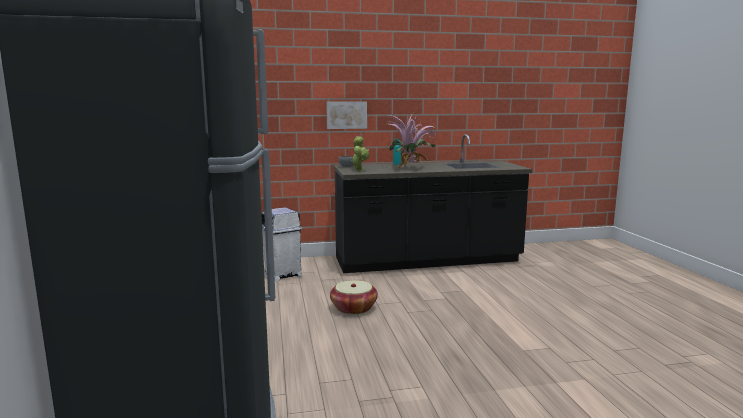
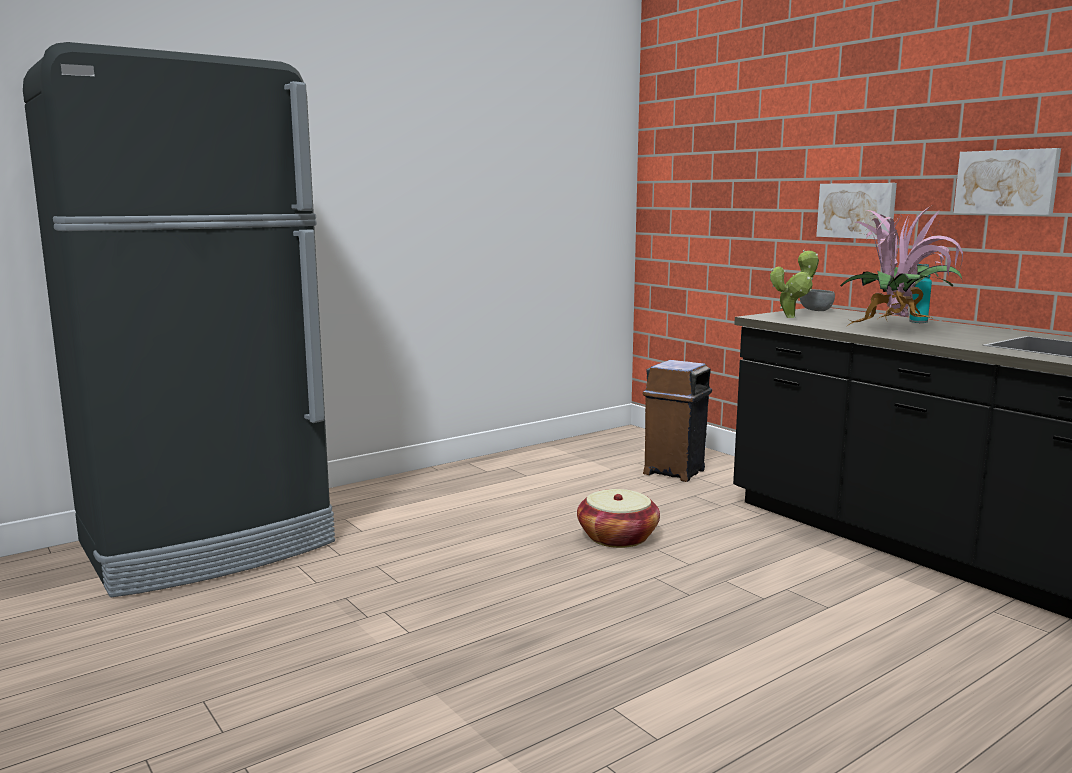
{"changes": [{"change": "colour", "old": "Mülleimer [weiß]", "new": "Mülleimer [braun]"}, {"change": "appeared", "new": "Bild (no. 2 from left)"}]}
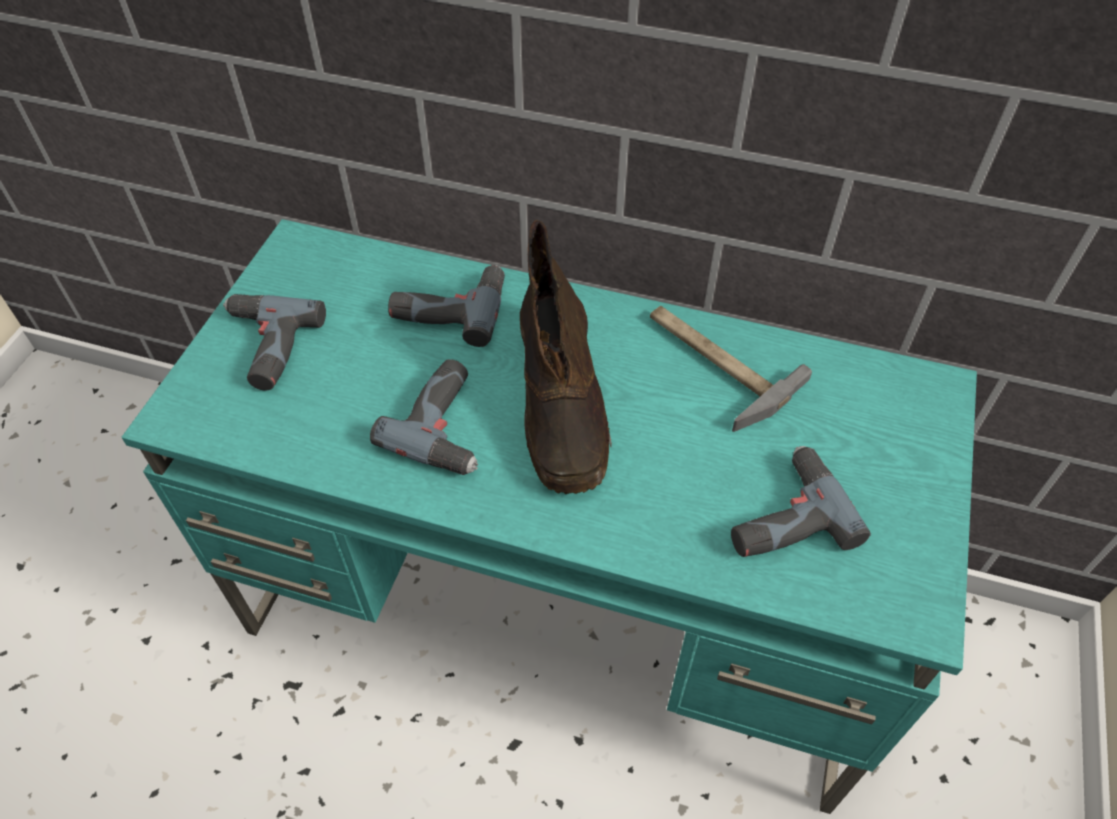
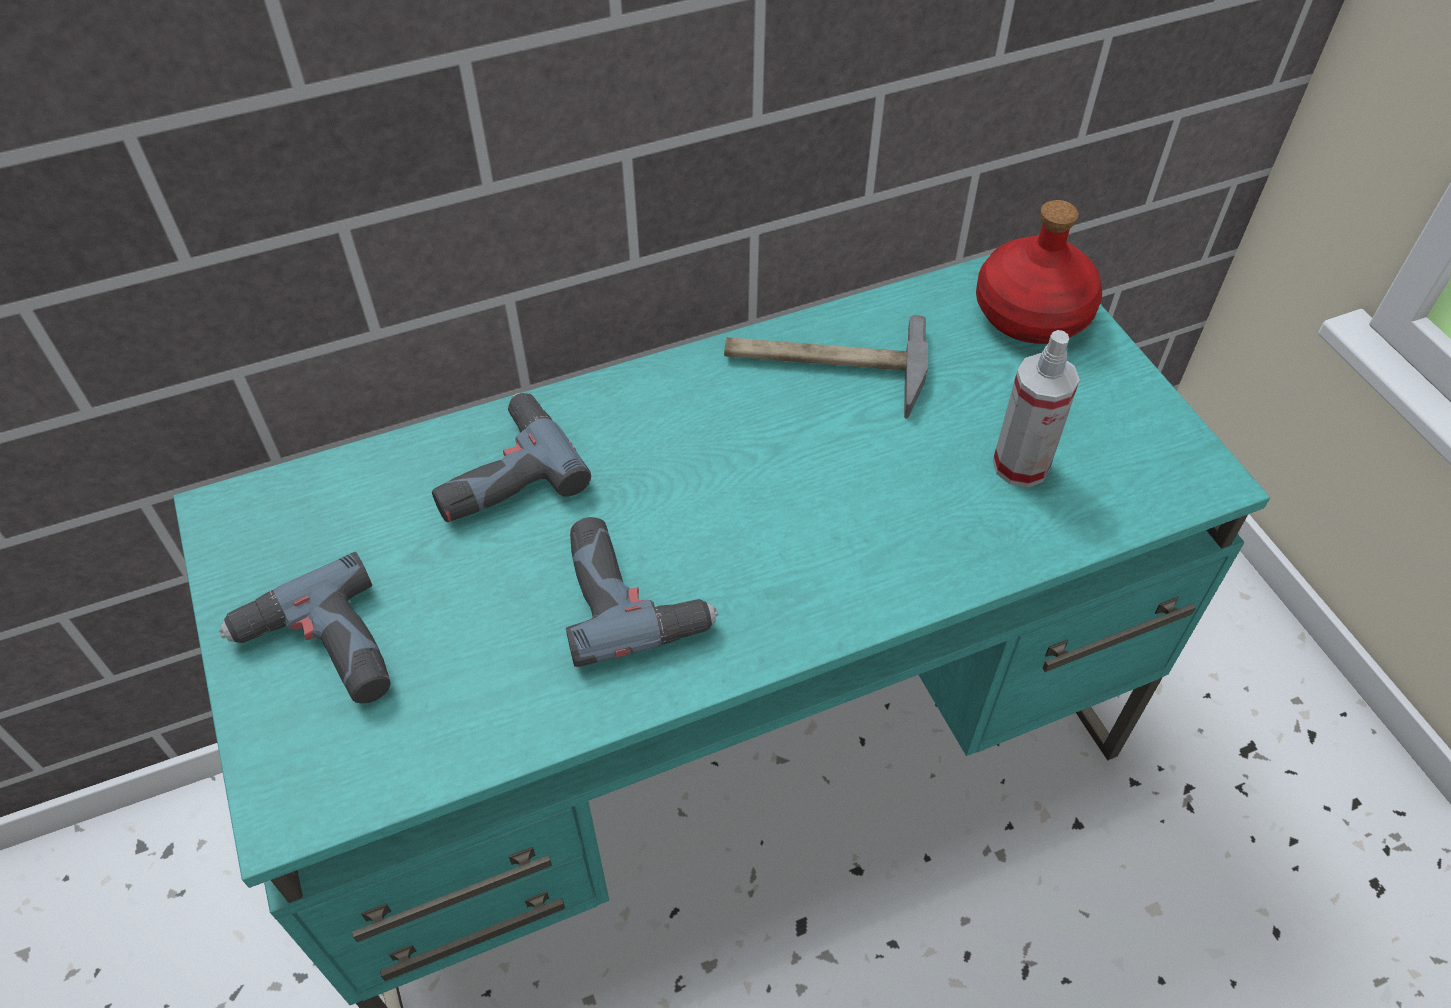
{"changes": [{"change": "appeared", "new": "Flasche [rot]"}, {"change": "exchanged", "old": "Bohrmaschine (no. 4 from left)", "new": "Sprühflasche"}, {"change": "missing", "old": "Stiefel [braun]"}]}
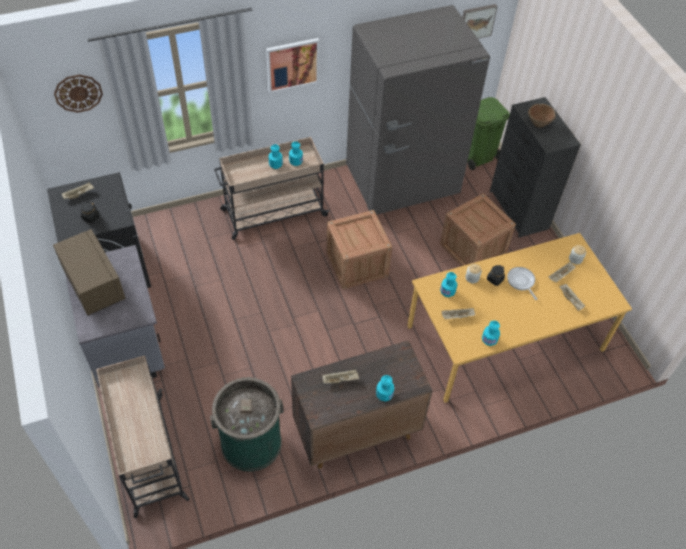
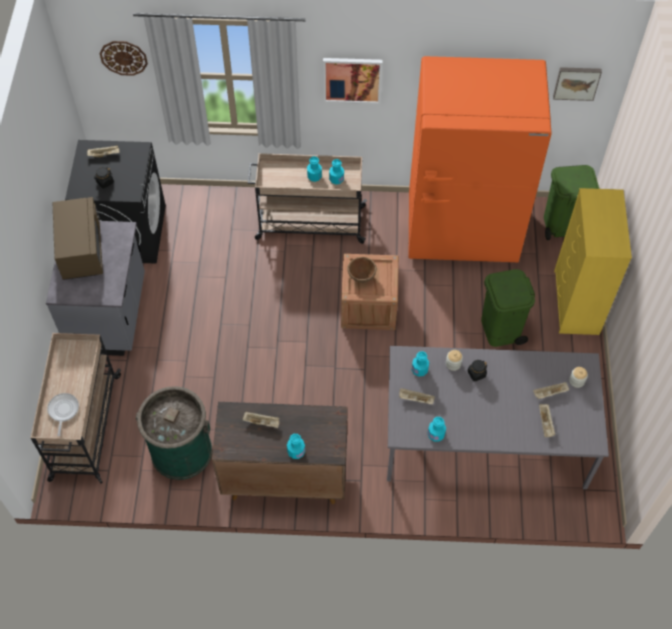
{"changes": [{"change": "relocated", "old": "Pfanne"}, {"change": "relocated", "old": "Schüssel [braun]"}, {"change": "colour", "old": "Esstisch [orange]", "new": "Esstisch [grau]"}, {"change": "colour", "old": "Kühlschrank [grau]", "new": "Kühlschrank [orange]"}, {"change": "exchanged", "old": "Kiste (no. 2 from left)", "new": "Mülleimer [grün] (no. 2 from left)"}, {"change": "colour", "old": "Kommode [schwarz]", "new": "Kommode [gelb]"}]}
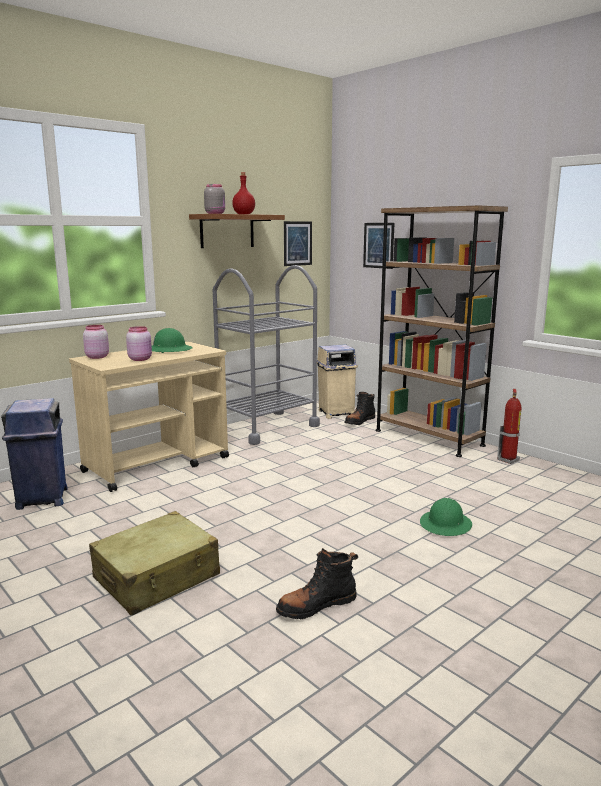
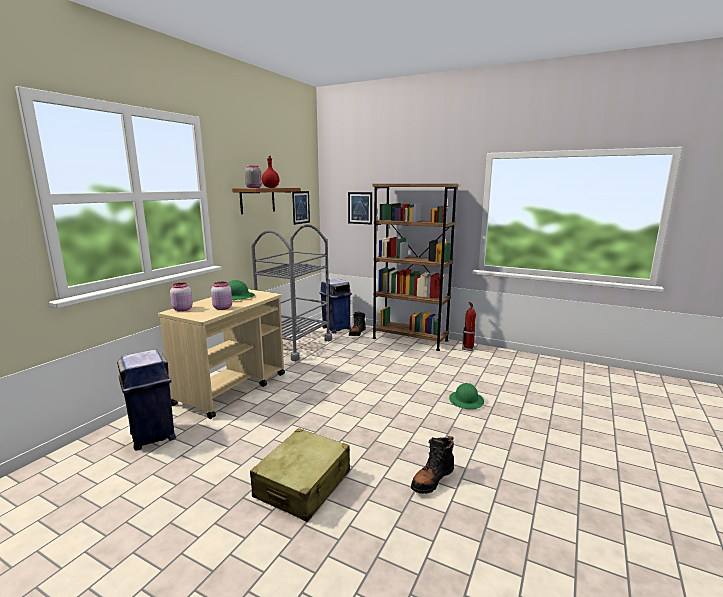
{"changes": [{"change": "colour", "old": "Mülleimer [beige]", "new": "Mülleimer [blau] (no. 2 from left)"}]}
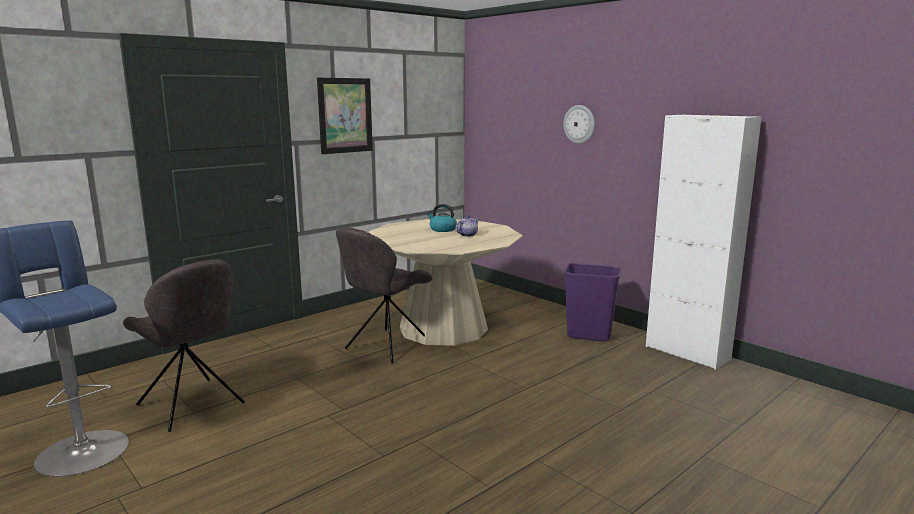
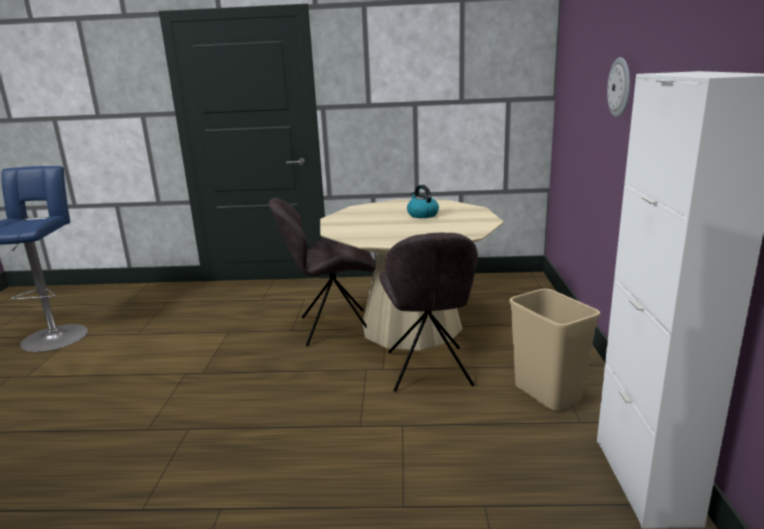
{"changes": [{"change": "relocated", "old": "Stuhl [grau] (no. 1 from left in the first image)", "new": "Stuhl [grau] (no. 2 from left)"}, {"change": "colour", "old": "Mülleimer [lila]", "new": "Mülleimer [beige]"}, {"change": "missing", "old": "Bild"}, {"change": "missing", "old": "Teekanne"}]}
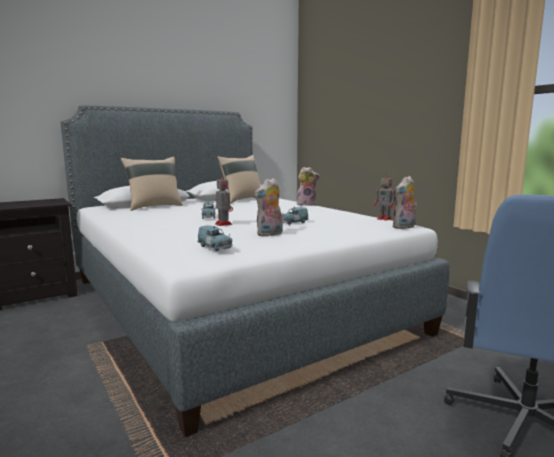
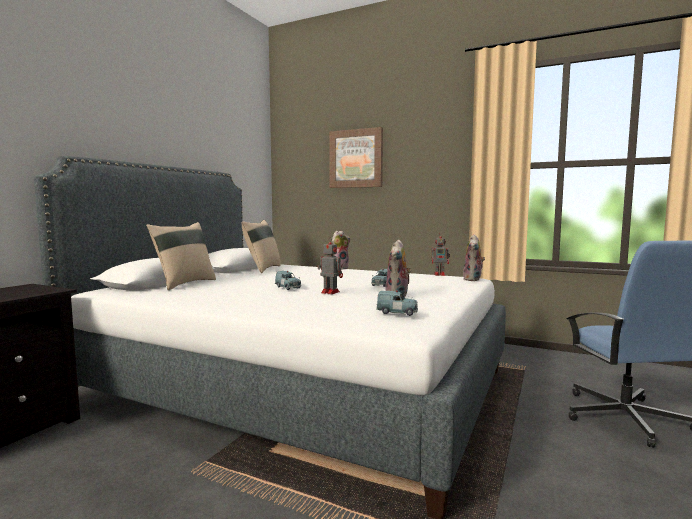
{"changes": [{"change": "appeared", "new": "Bild"}]}
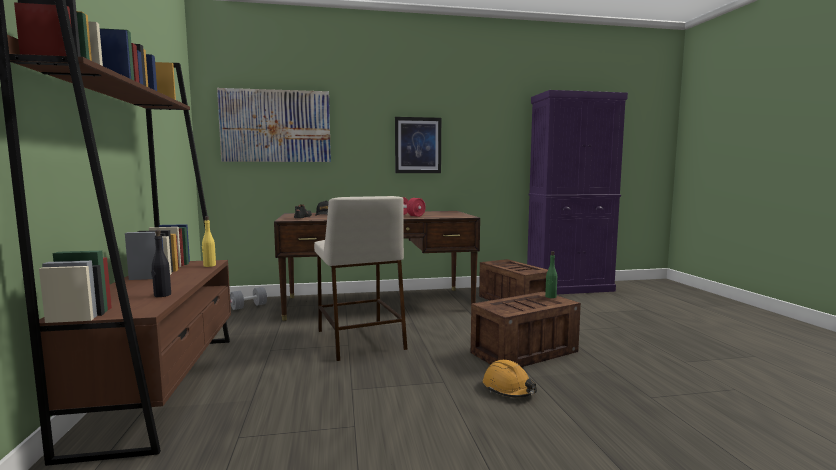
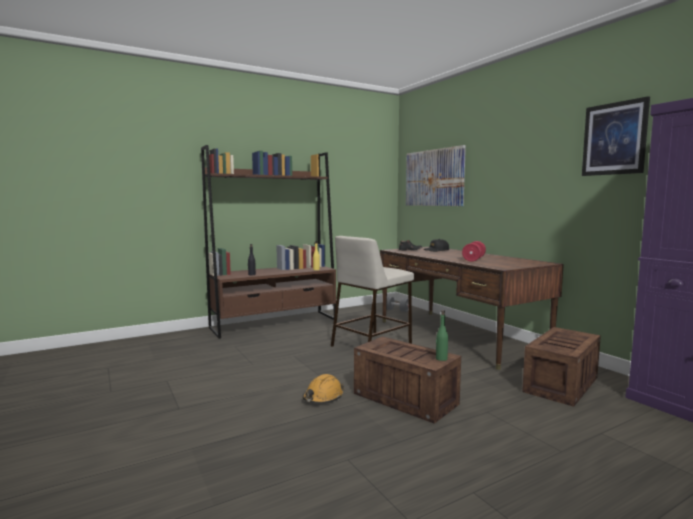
{"changes": [{"change": "relocated", "old": "Bild (no. 2 from left)"}]}
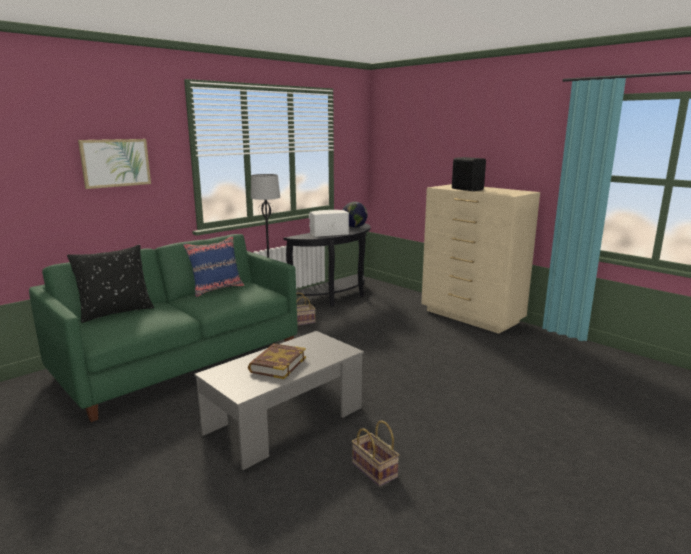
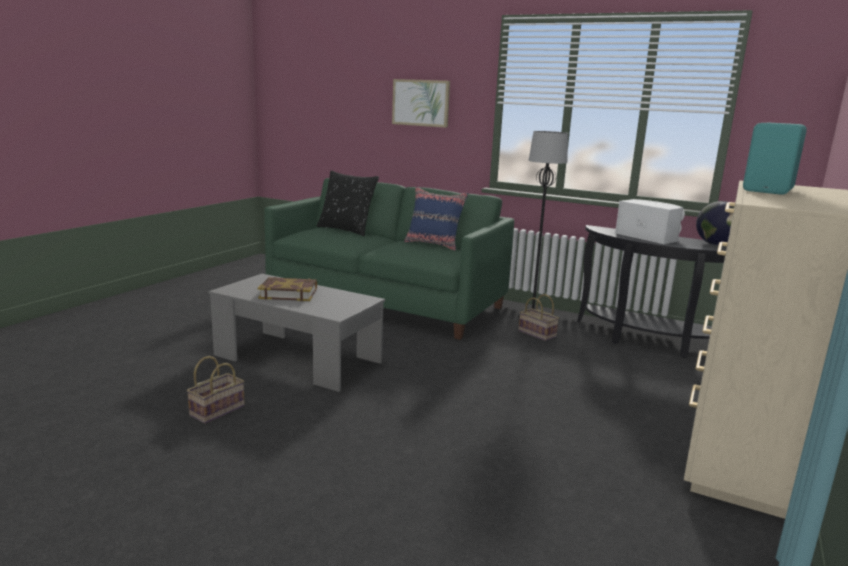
{"changes": [{"change": "colour", "old": "Lautsprecher [schwarz]", "new": "Lautsprecher [türkis]"}]}
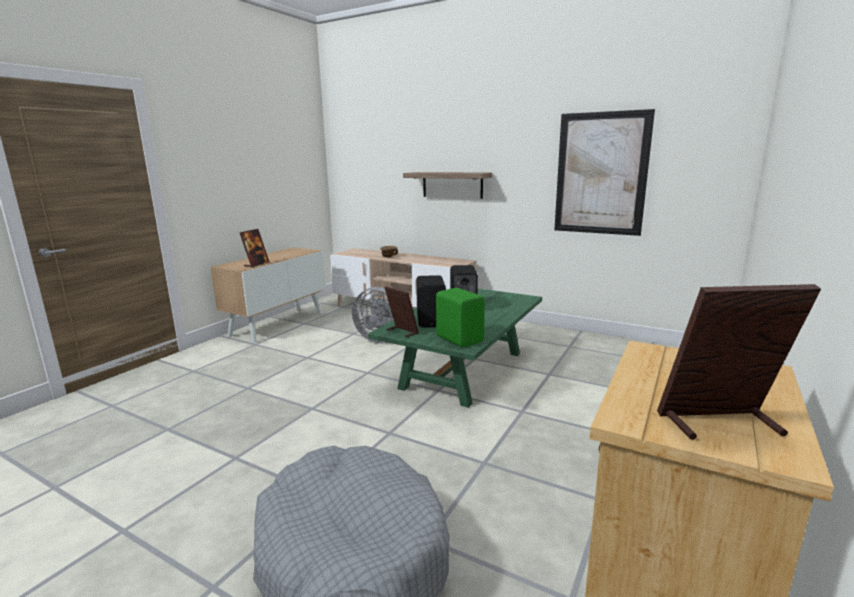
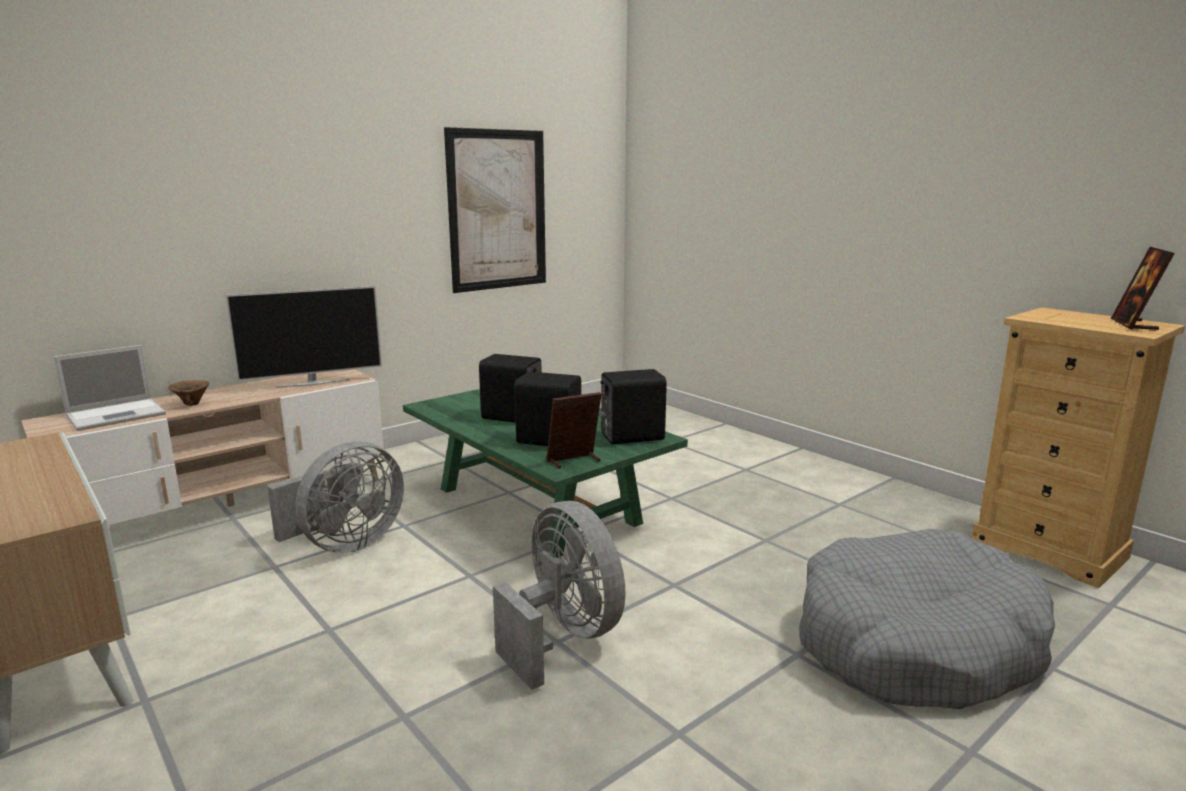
{"changes": [{"change": "appeared", "new": "Laptop"}, {"change": "appeared", "new": "Fernseher"}, {"change": "appeared", "new": "Ventilator [grau] (no. 2 from left)"}, {"change": "colour", "old": "Lautsprecher [grün]", "new": "Lautsprecher [schwarz] (no. 3 from left)"}, {"change": "missing", "old": "Bilderrahmen (no. 1 from left)"}, {"change": "missing", "old": "Wandregal"}]}
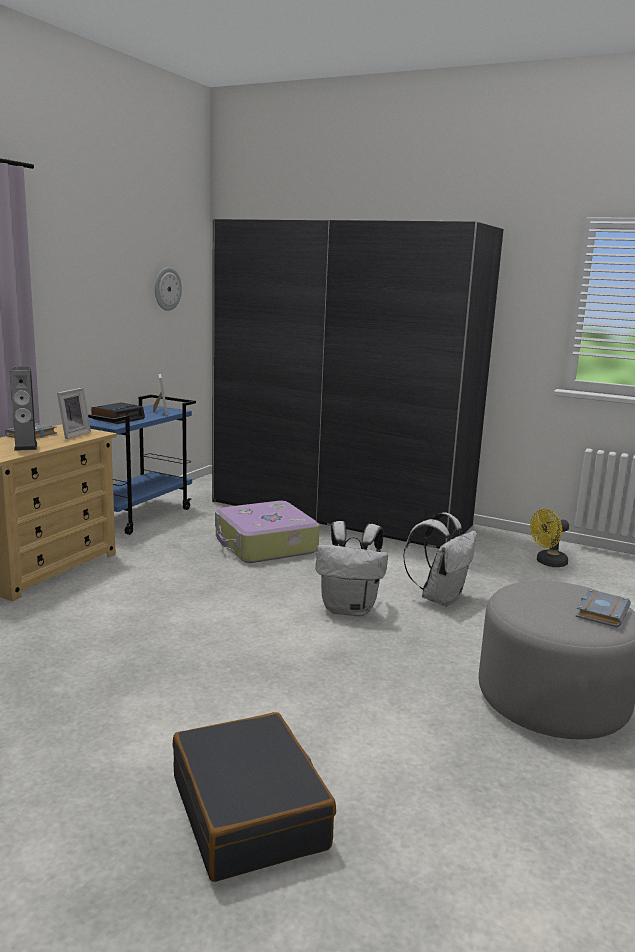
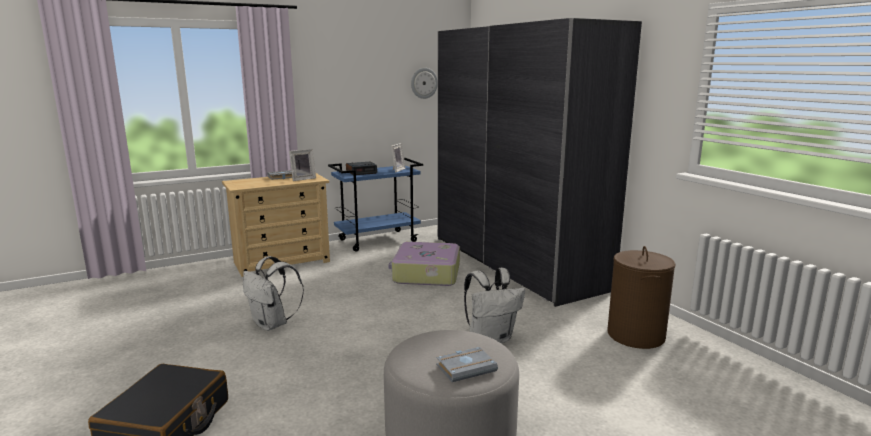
{"changes": [{"change": "relocated", "old": "Rucksack [weiß] (no. 1 from left)"}, {"change": "exchanged", "old": "Ventilator [gelb]", "new": "Wäschekorb [braun]"}, {"change": "missing", "old": "Lautsprecher"}]}
